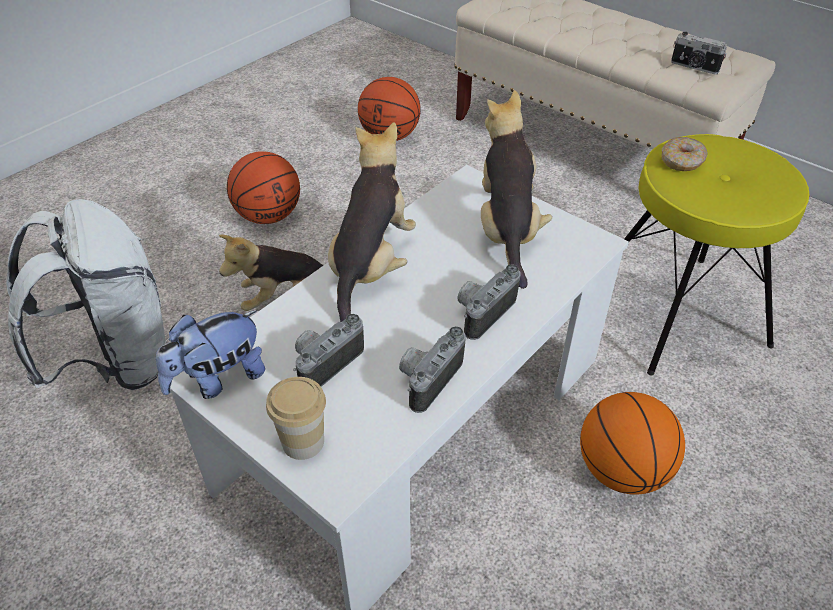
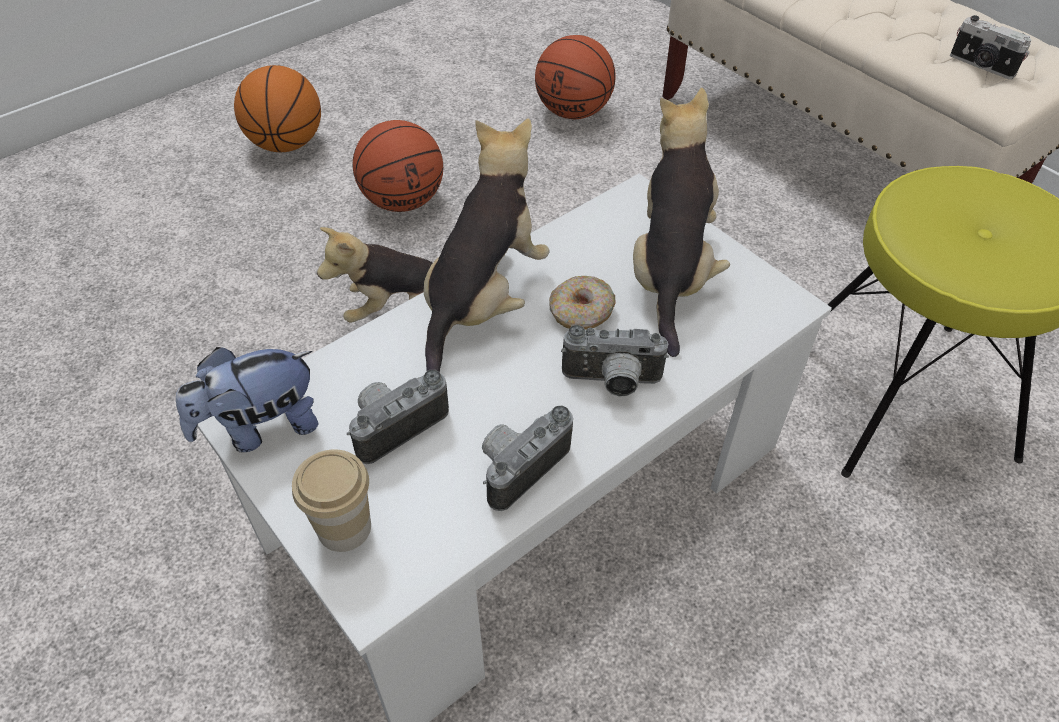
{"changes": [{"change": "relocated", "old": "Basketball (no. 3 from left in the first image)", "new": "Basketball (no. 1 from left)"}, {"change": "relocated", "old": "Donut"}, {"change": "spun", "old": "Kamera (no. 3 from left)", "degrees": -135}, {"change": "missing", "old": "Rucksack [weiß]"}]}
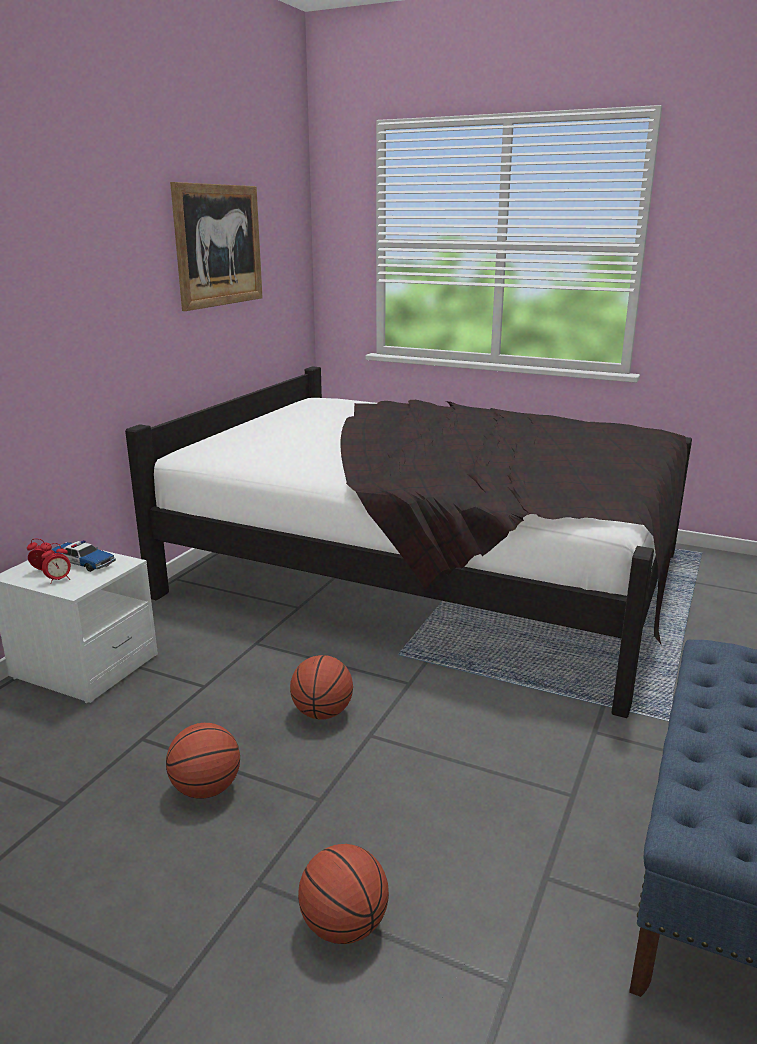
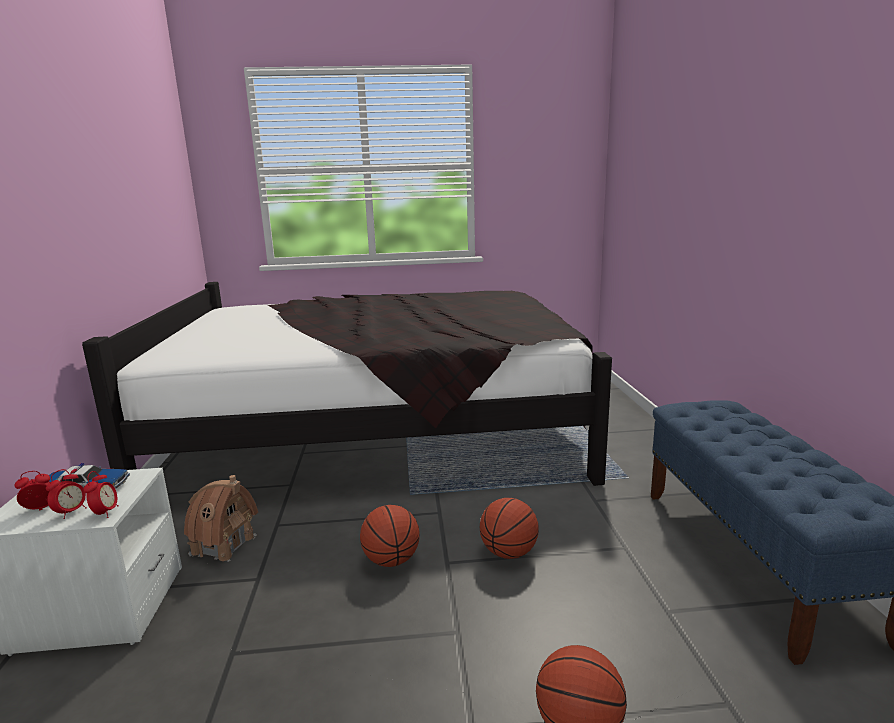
{"changes": [{"change": "appeared", "new": "Wecker (no. 3 from left)"}, {"change": "appeared", "new": "Spielzeughaus"}, {"change": "relocated", "old": "Basketball (no. 1 from left in the first image)", "new": "Basketball (no. 2 from left)"}, {"change": "missing", "old": "Bild"}]}
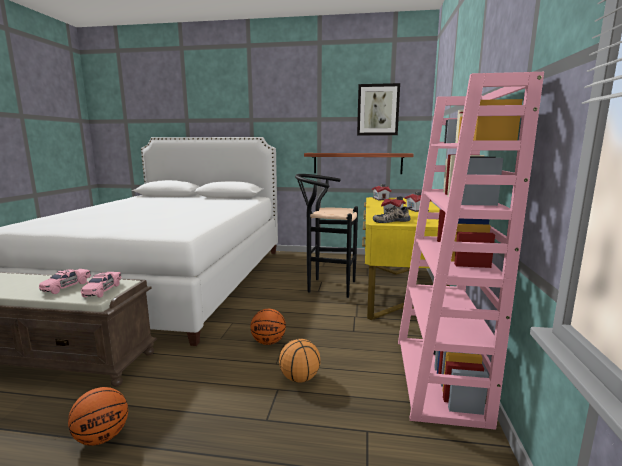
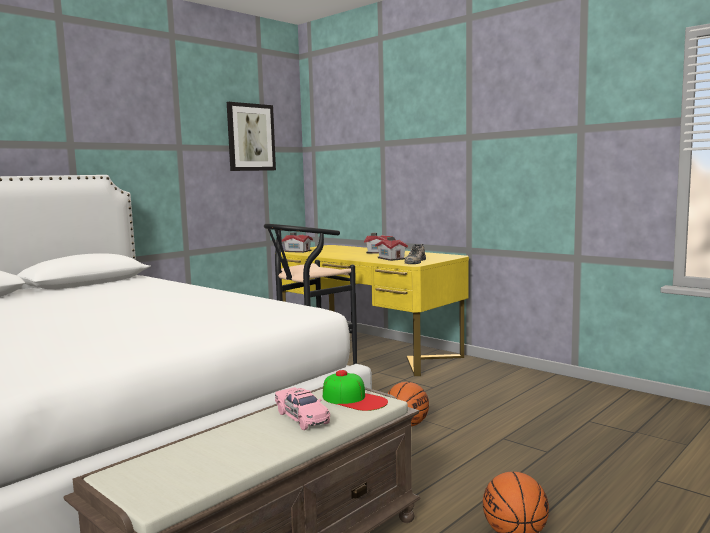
{"changes": [{"change": "exchanged", "old": "Spielzeugauto [rosa] (no. 2 from left)", "new": "Kappe"}, {"change": "missing", "old": "Basketball (no. 3 from left)"}, {"change": "missing", "old": "Wandregal"}, {"change": "missing", "old": "Bücherregal [rosa]"}]}
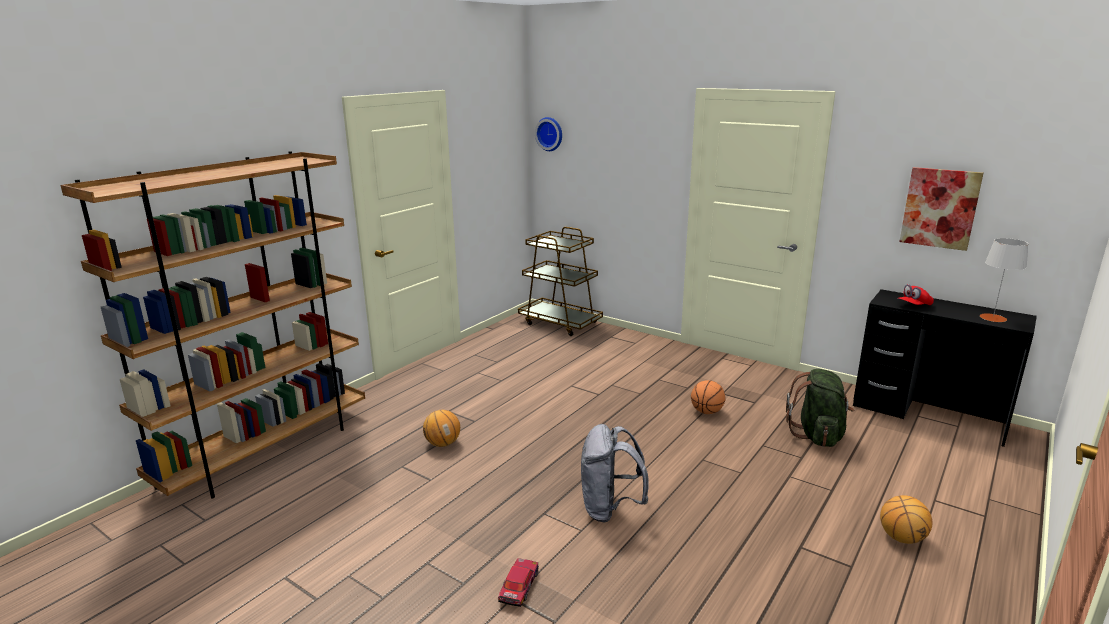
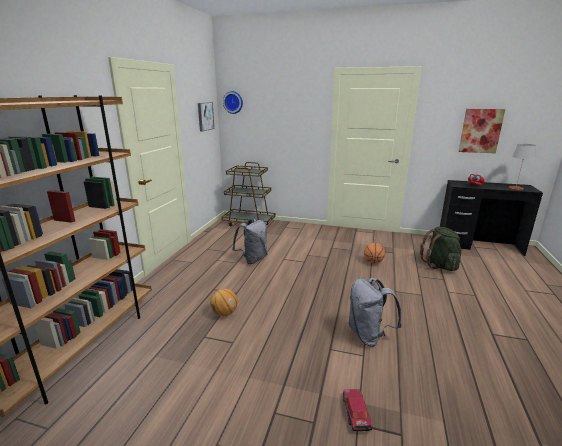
{"changes": [{"change": "appeared", "new": "Bild (no. 1 from left)"}, {"change": "appeared", "new": "Rucksack [grau] (no. 1 from left)"}, {"change": "missing", "old": "Basketball (no. 3 from left)"}]}
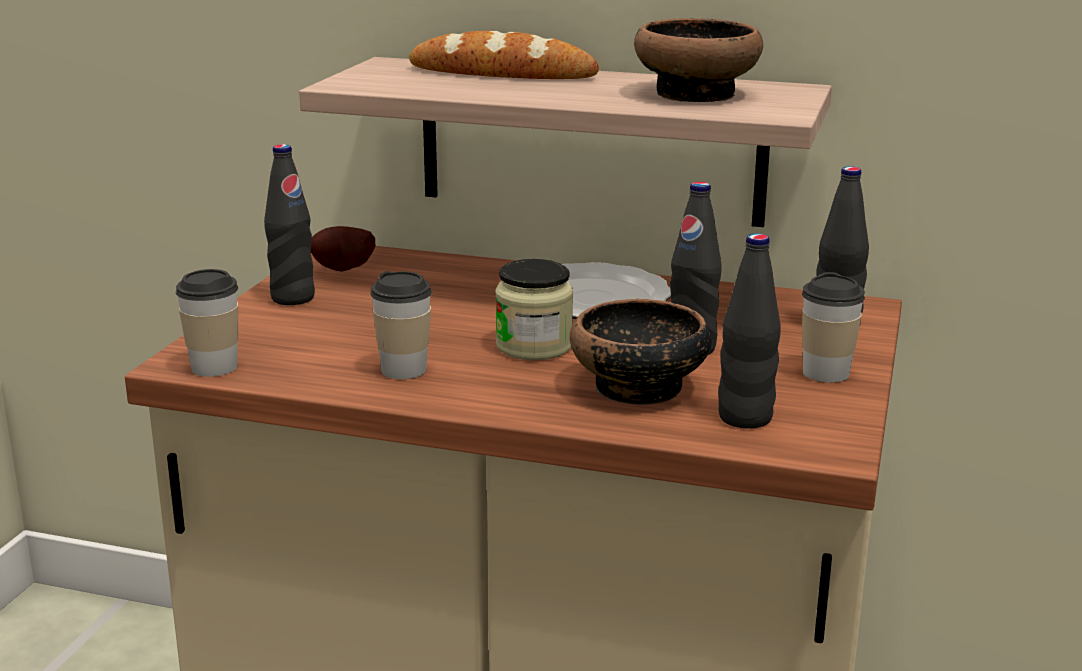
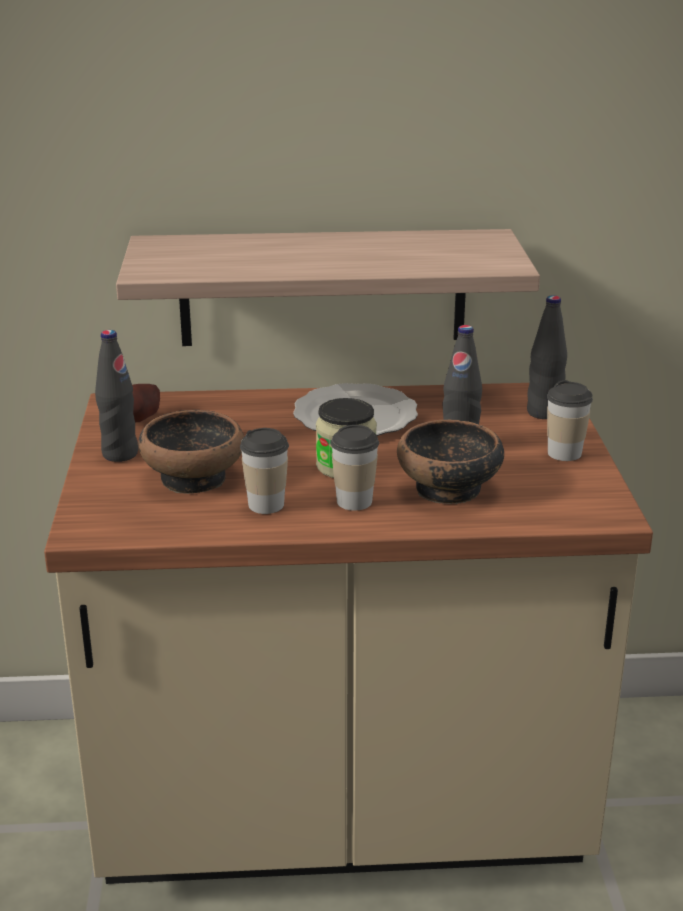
{"changes": [{"change": "relocated", "old": "Schüssel (no. 2 from left in the first image)", "new": "Schüssel (no. 1 from left)"}, {"change": "relocated", "old": "Tasse (no. 1 from left in the first image)", "new": "Tasse (no. 2 from left)"}, {"change": "missing", "old": "Brot"}, {"change": "missing", "old": "Flasche [schwarz] (no. 3 from left)"}]}
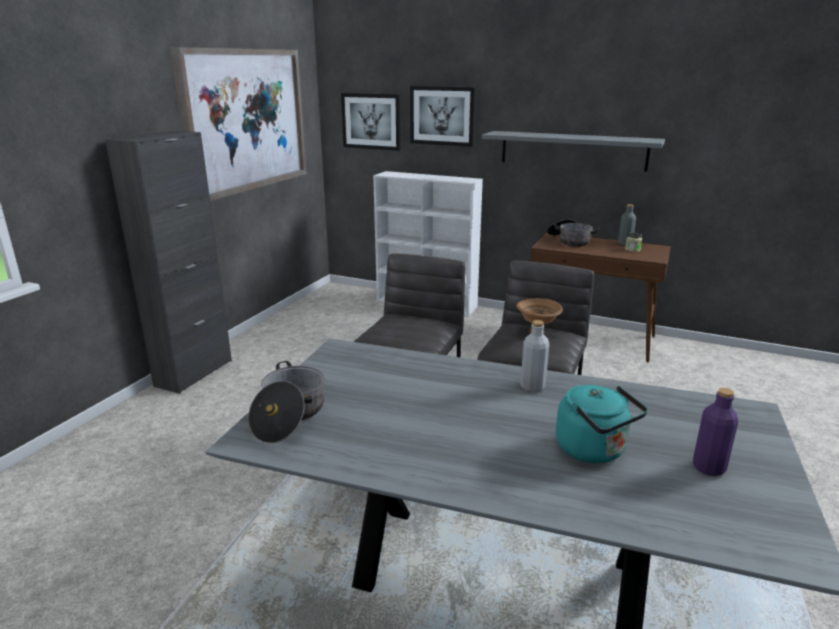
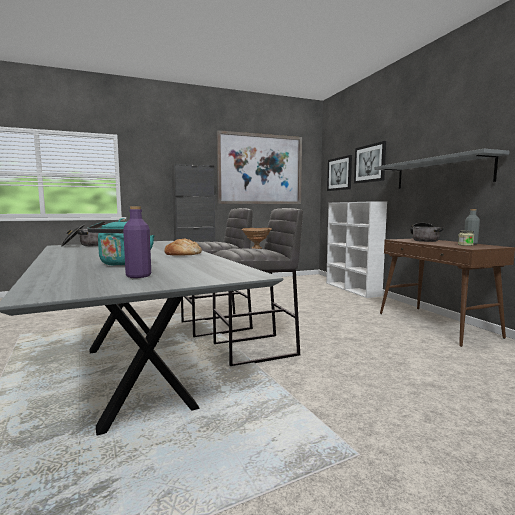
{"changes": [{"change": "exchanged", "old": "Flasche [grau] (no. 1 from left)", "new": "Brot"}]}
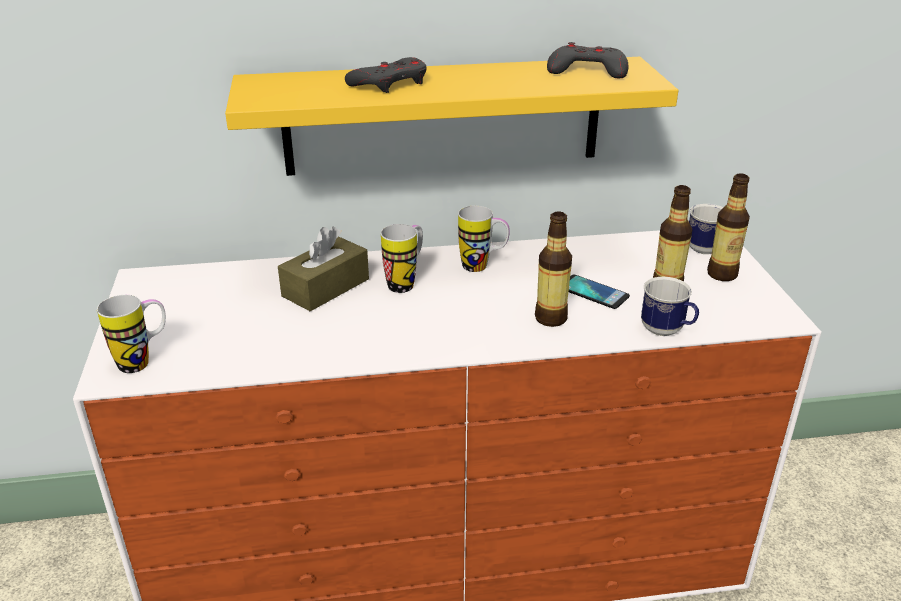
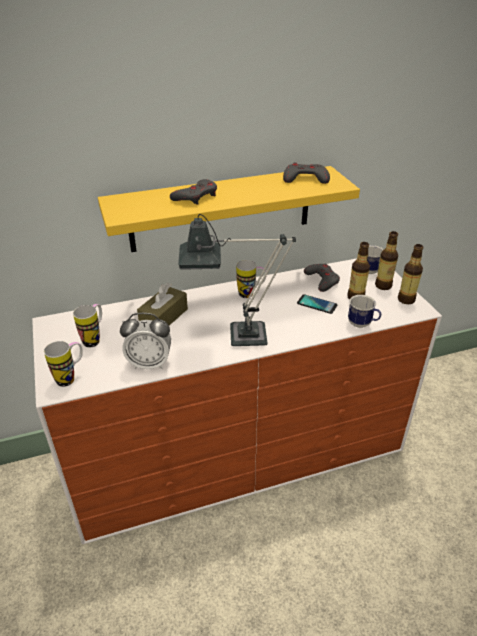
{"changes": [{"change": "relocated", "old": "Henkelbecher (no. 2 from left)"}, {"change": "appeared", "new": "Wecker"}, {"change": "appeared", "new": "Tischlampe"}, {"change": "appeared", "new": "Gamepad [grau] (no. 3 from left)"}, {"change": "relocated", "old": "Flasche (no. 1 from left in the first image)", "new": "Flasche (no. 3 from left)"}]}
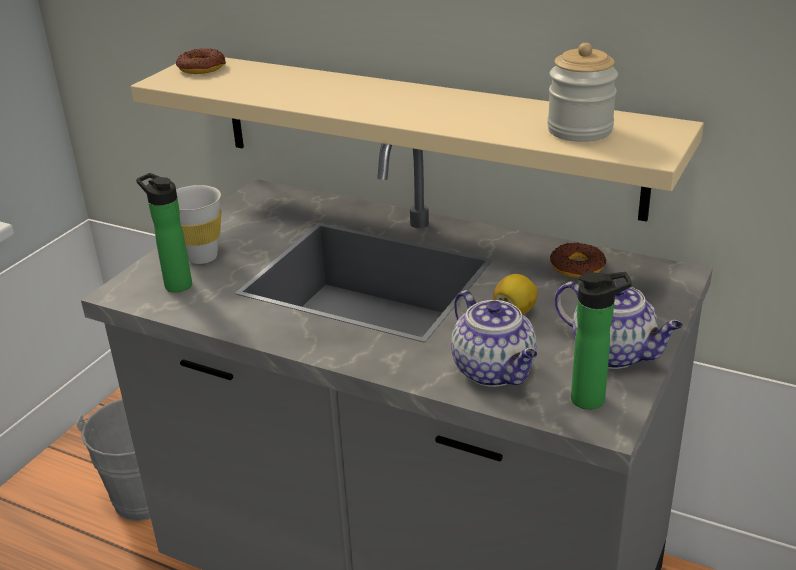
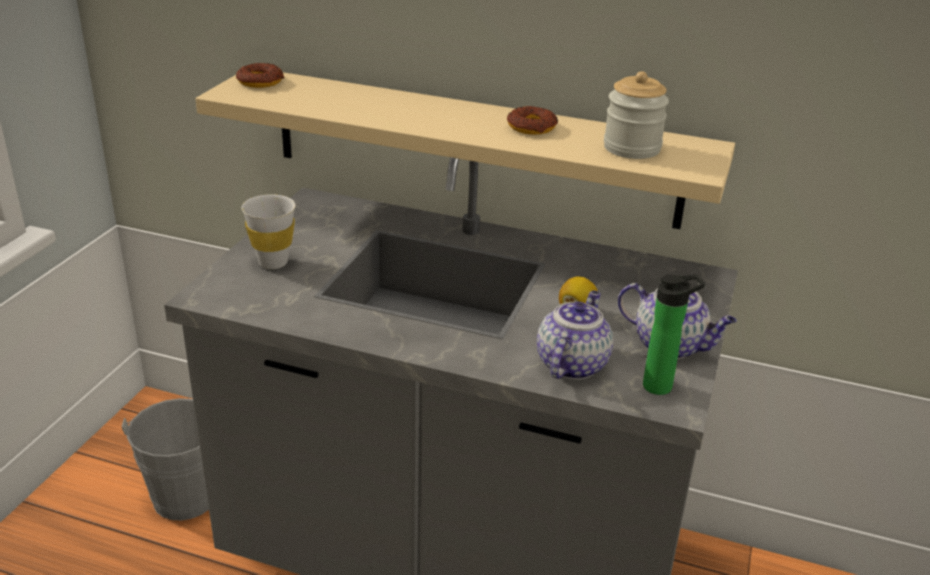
{"changes": [{"change": "relocated", "old": "Donut (no. 2 from left)"}, {"change": "spun", "old": "Teekanne (no. 1 from left)", "degrees": -120}, {"change": "missing", "old": "Flasche (no. 1 from left)"}]}
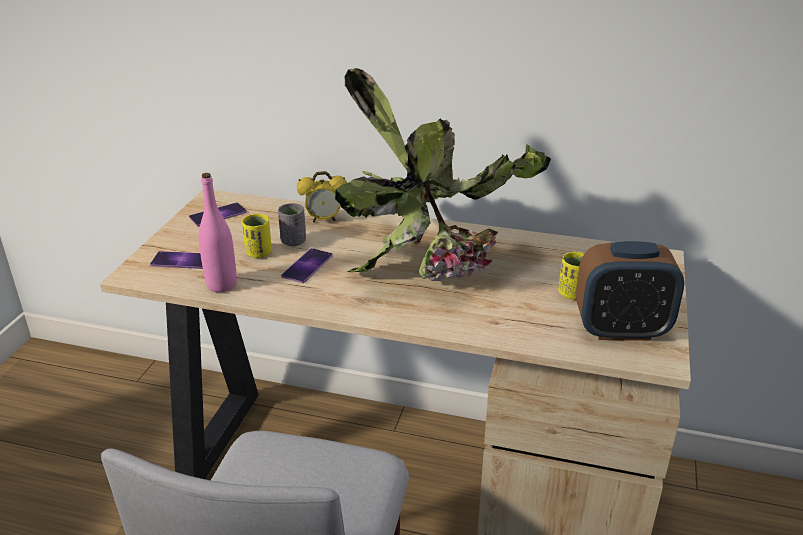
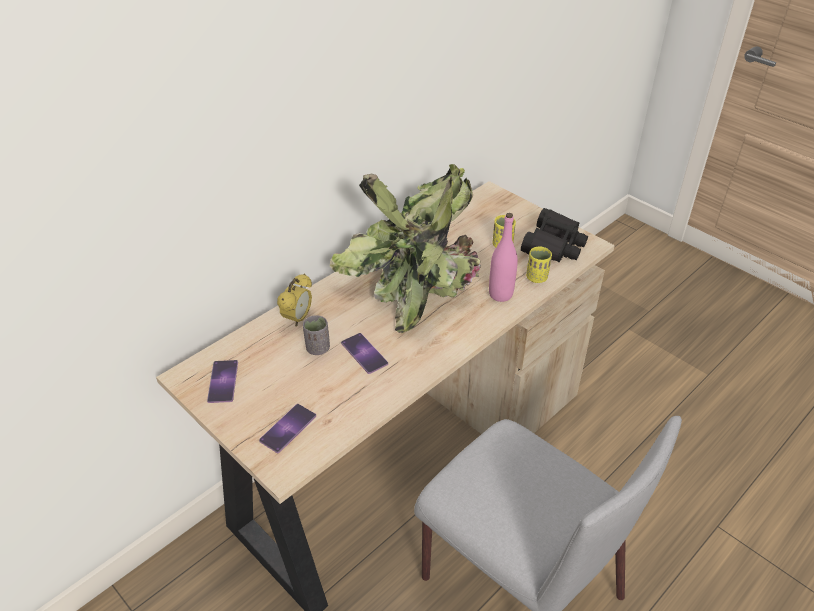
{"changes": [{"change": "relocated", "old": "Flasche [rosa]"}, {"change": "exchanged", "old": "Wecker (no. 2 from left)", "new": "Fernglas [schwarz]"}, {"change": "relocated", "old": "Tasse [gelb] (no. 1 from left in the first image)", "new": "Tasse [gelb] (no. 2 from left)"}]}
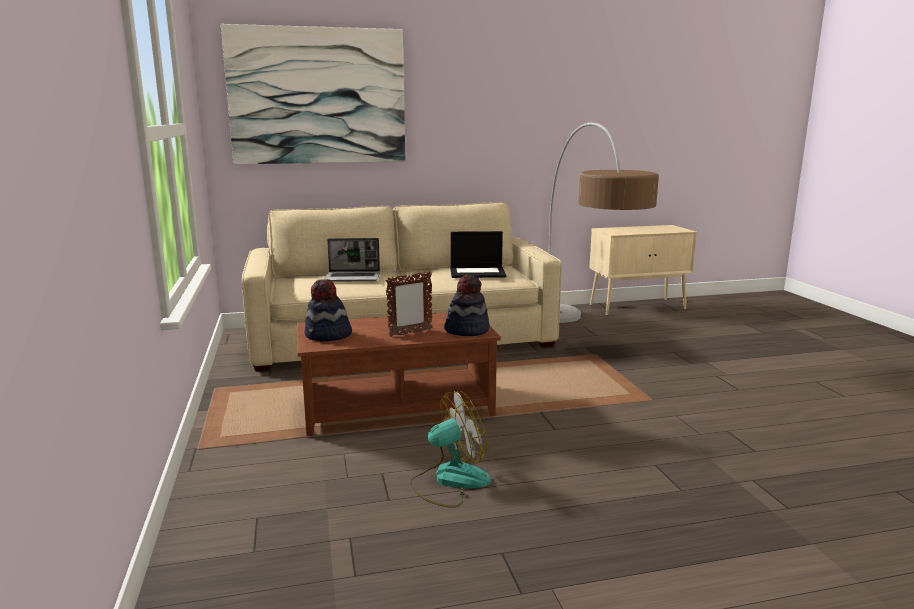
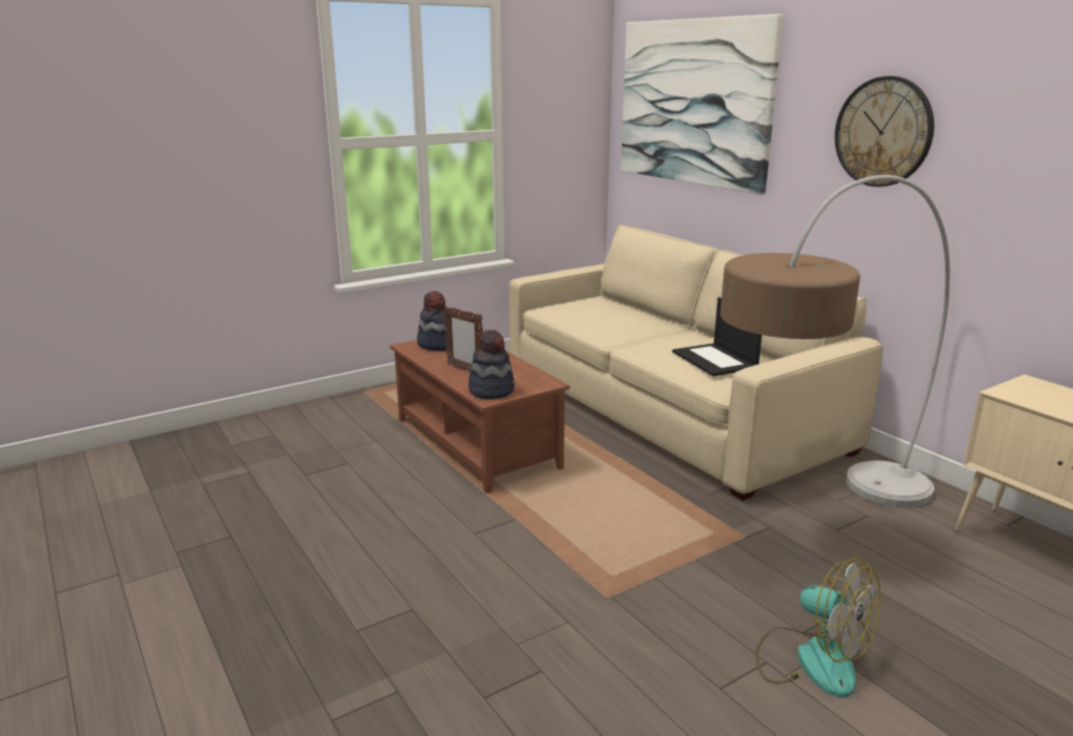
{"changes": [{"change": "relocated", "old": "Ventilator"}, {"change": "appeared", "new": "Wanduhr"}, {"change": "missing", "old": "Laptop (no. 1 from left)"}]}
